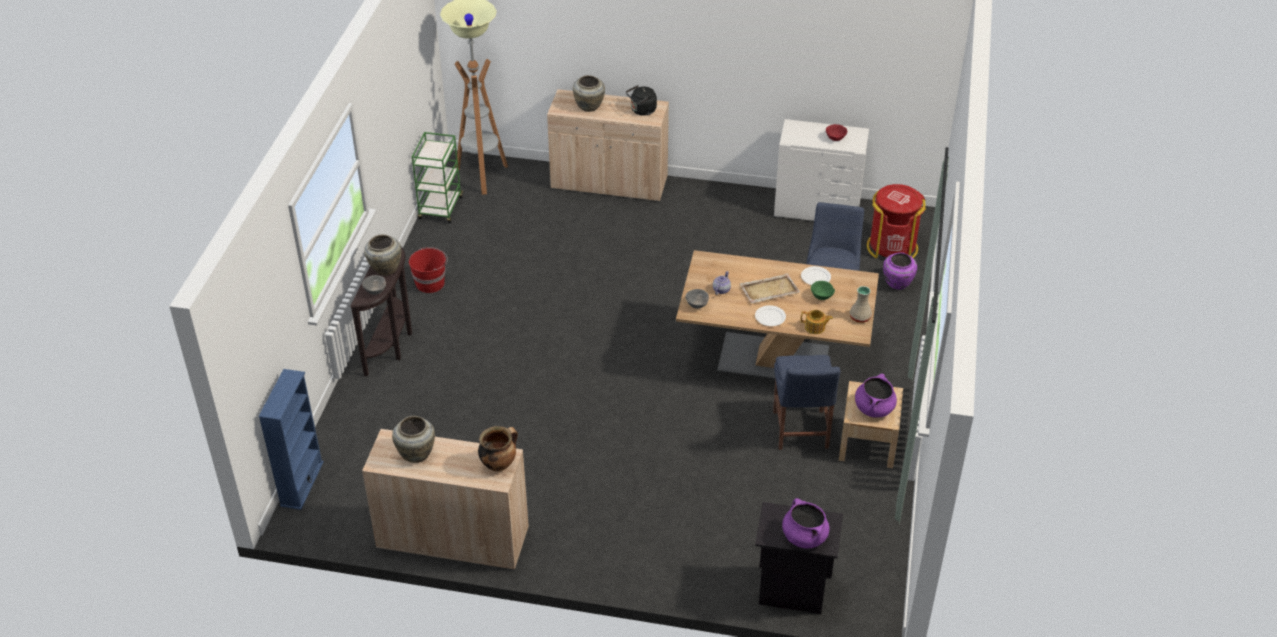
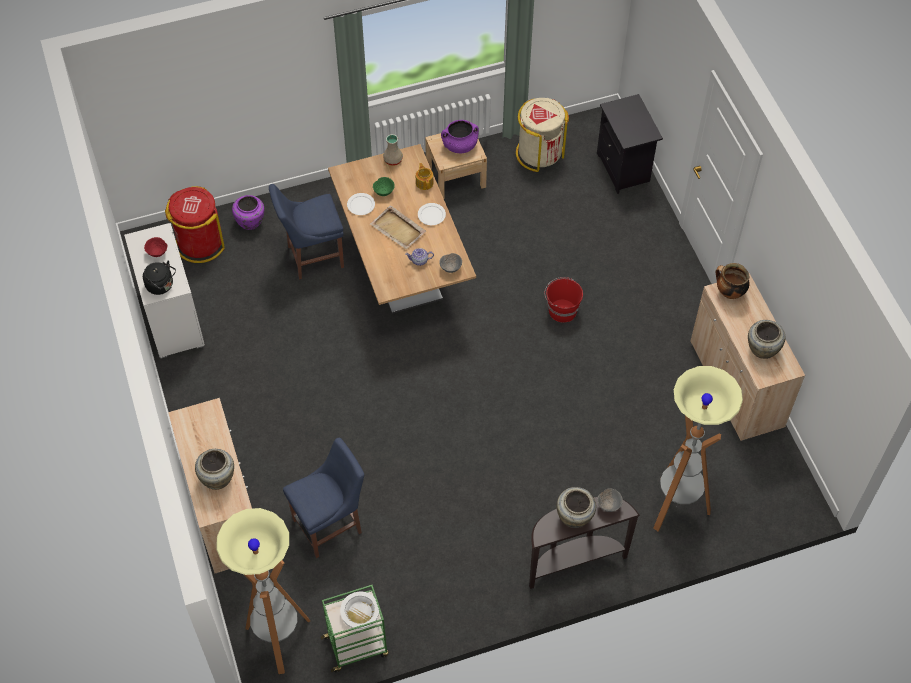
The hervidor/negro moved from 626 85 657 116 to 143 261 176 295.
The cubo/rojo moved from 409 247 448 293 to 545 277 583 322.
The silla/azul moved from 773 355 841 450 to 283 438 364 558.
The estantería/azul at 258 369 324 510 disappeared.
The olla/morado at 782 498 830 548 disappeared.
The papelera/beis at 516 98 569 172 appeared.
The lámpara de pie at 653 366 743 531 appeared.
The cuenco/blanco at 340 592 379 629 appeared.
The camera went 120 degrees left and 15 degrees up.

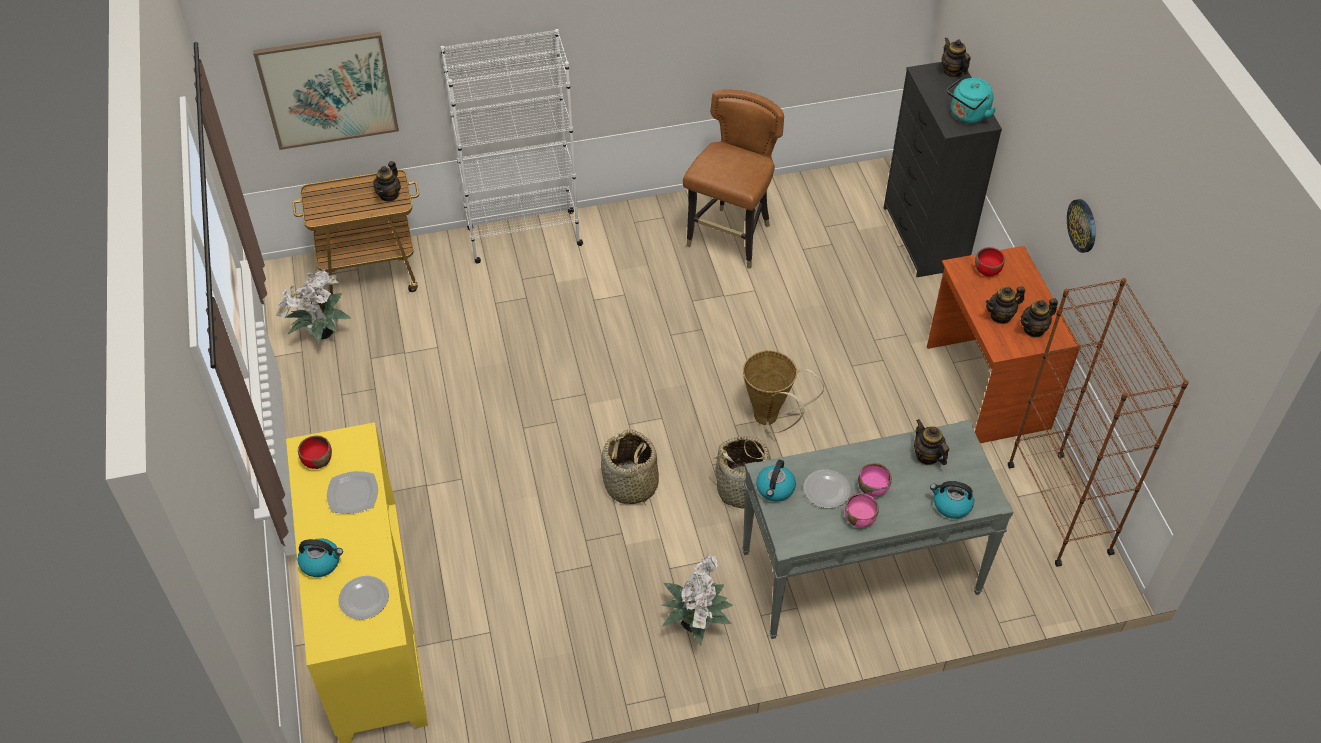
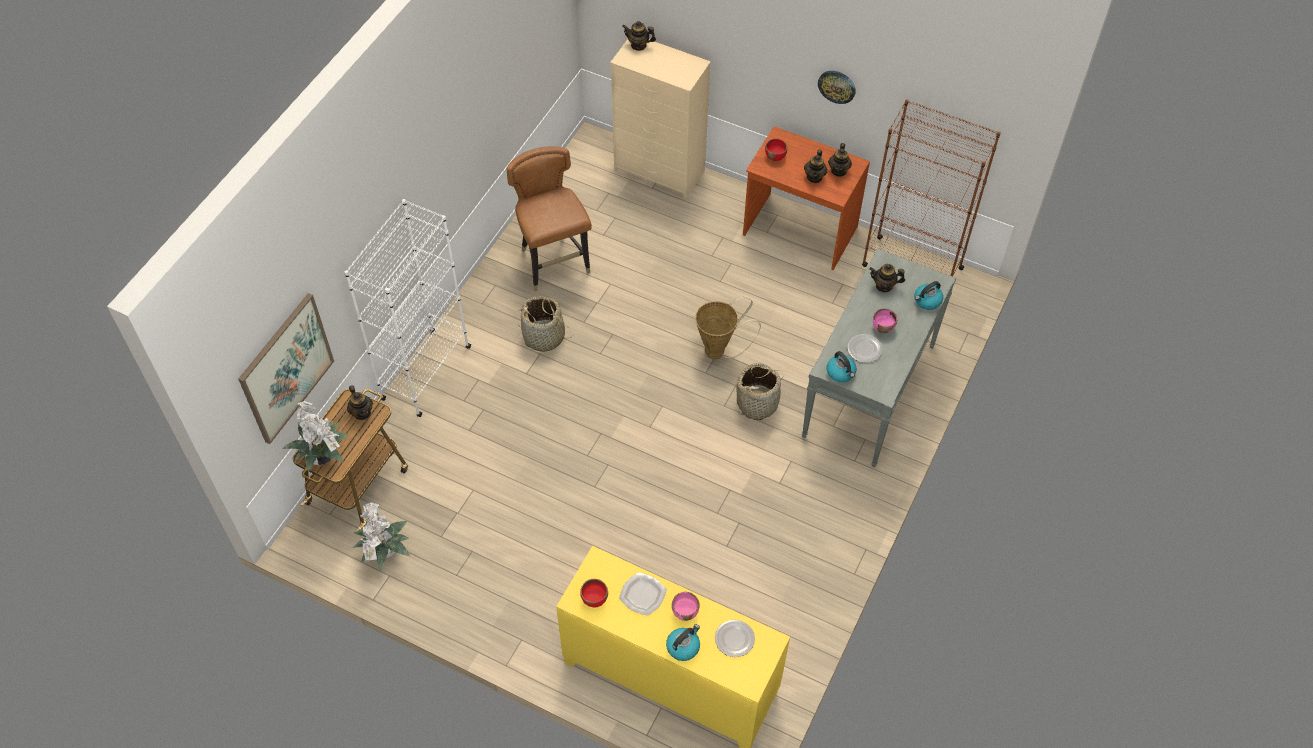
The cómoda/negro at 884 62 1002 277 became the cómoda/beis at 610 39 711 198.
The hervidor/turquesa at 947 77 997 124 disappeared.
The cesta moved from 601 430 659 506 to 519 296 571 352.
The cuenco/rosa moved from 845 493 879 527 to 672 592 700 621.
The planta en maceta moved from 662 554 733 646 to 282 401 349 472.
The camera went 50 degrees left and 5 degrees up.

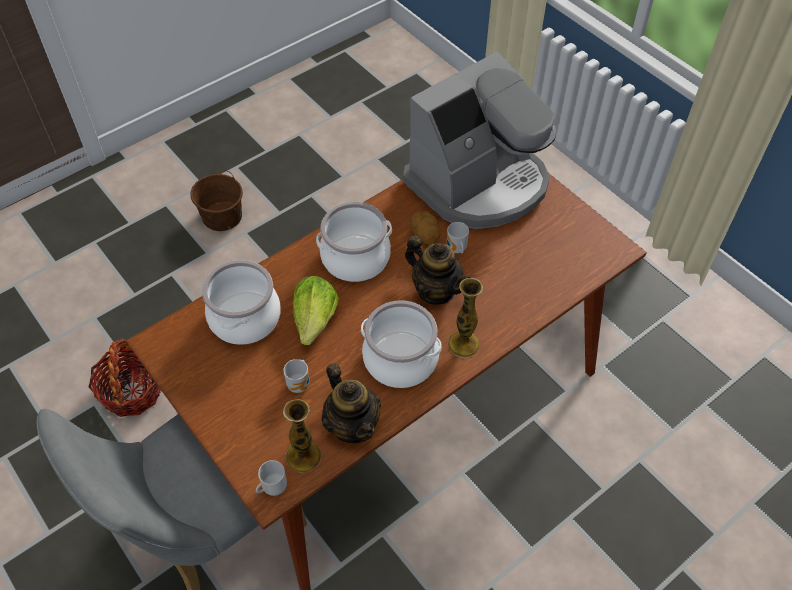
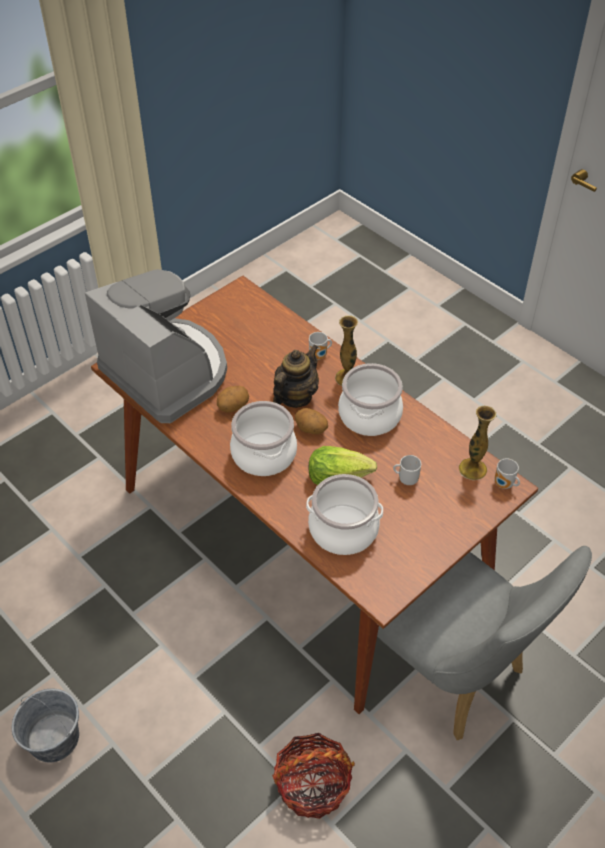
The cubo/marrón at 190 170 243 231 became the cubo/gris at 12 689 79 763.
The taza grande moved from 447 222 469 253 to 309 332 332 360.
The tetera at 322 363 381 443 disappeared.
The patata at 295 408 328 434 appeared.
The camera went 95 degrees left and 5 degrees down.

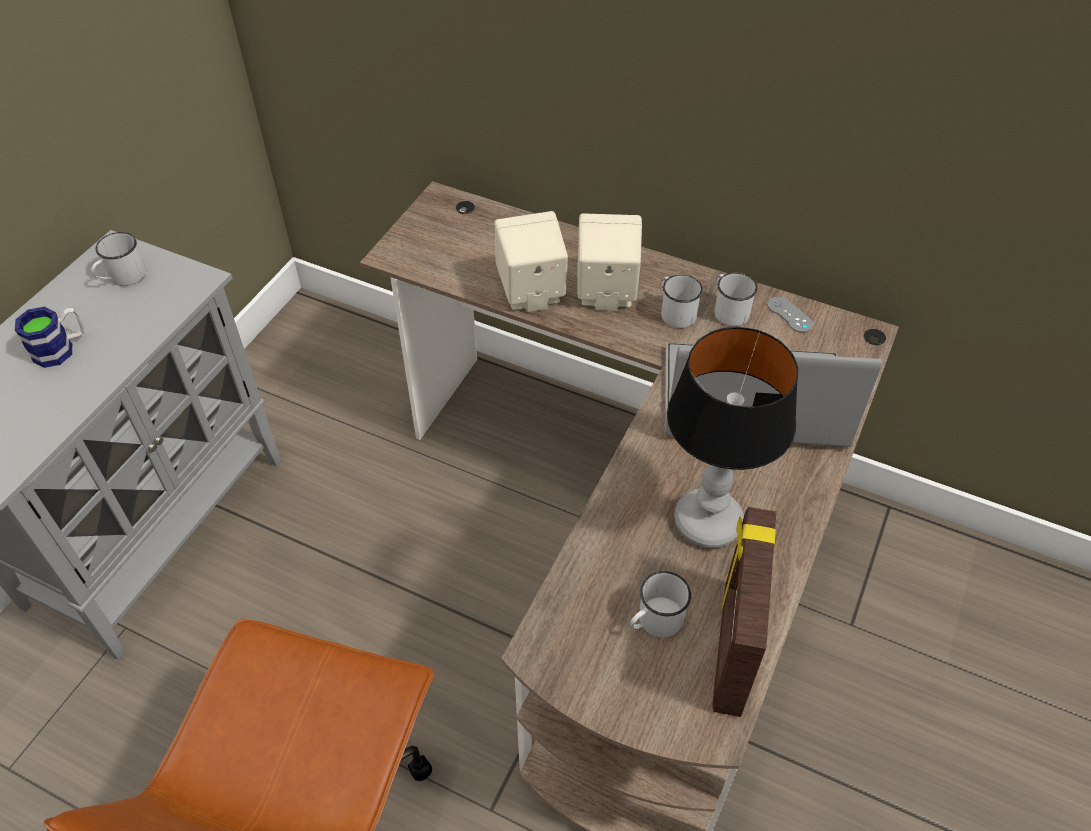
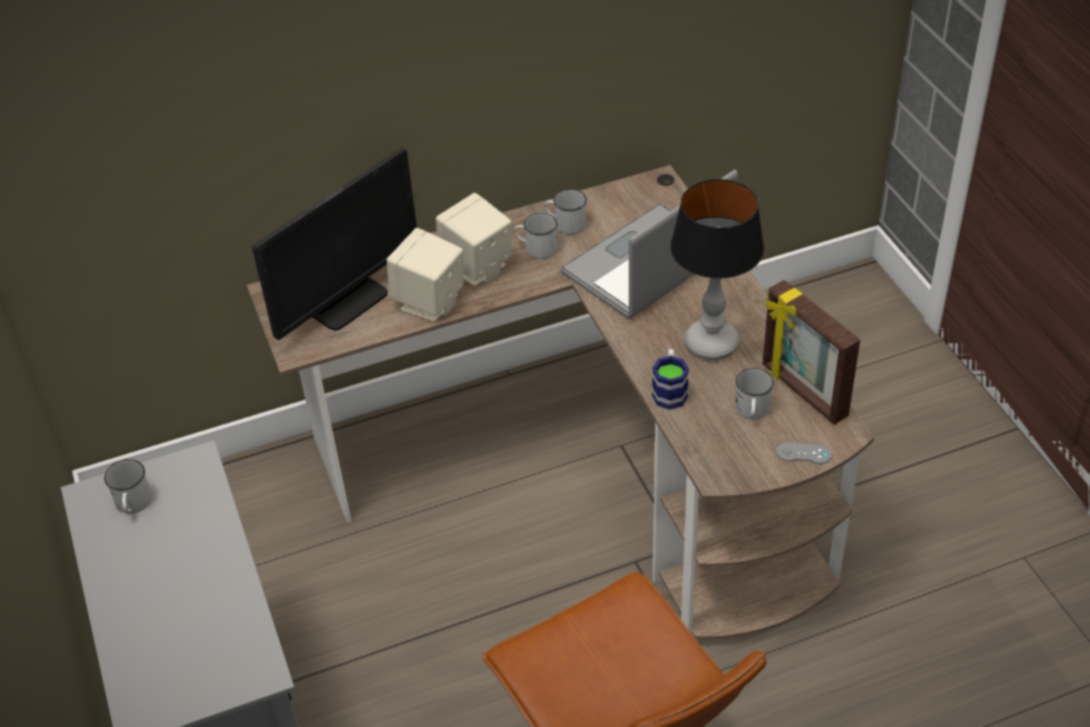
The mando de consola/gris moved from 767 297 813 333 to 776 442 832 464.
The taza grande moved from 15 307 84 368 to 652 349 689 410.
The monitor at 252 148 417 340 appeared.
The camera went 45 degrees left and 5 degrees down.

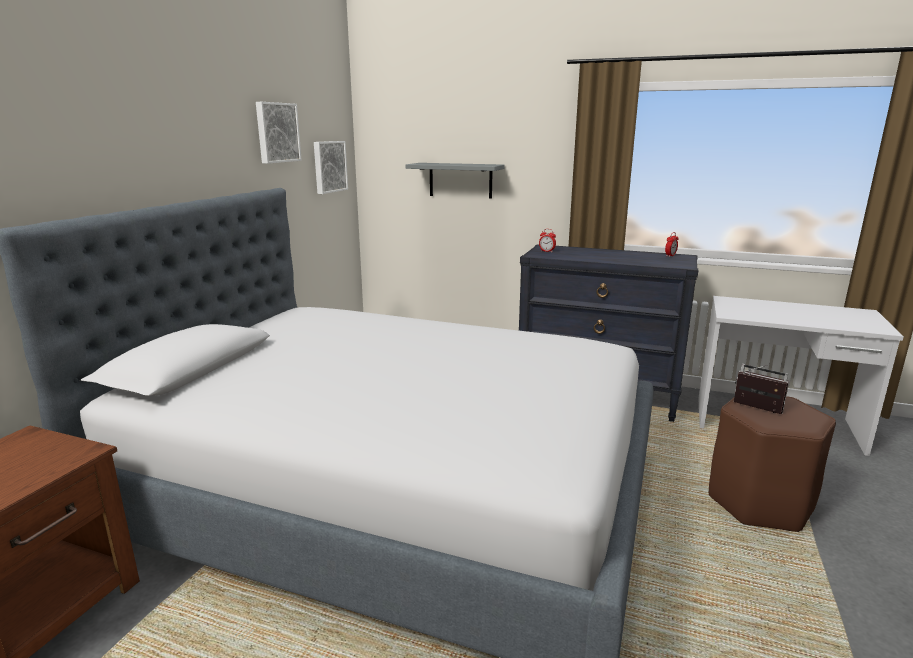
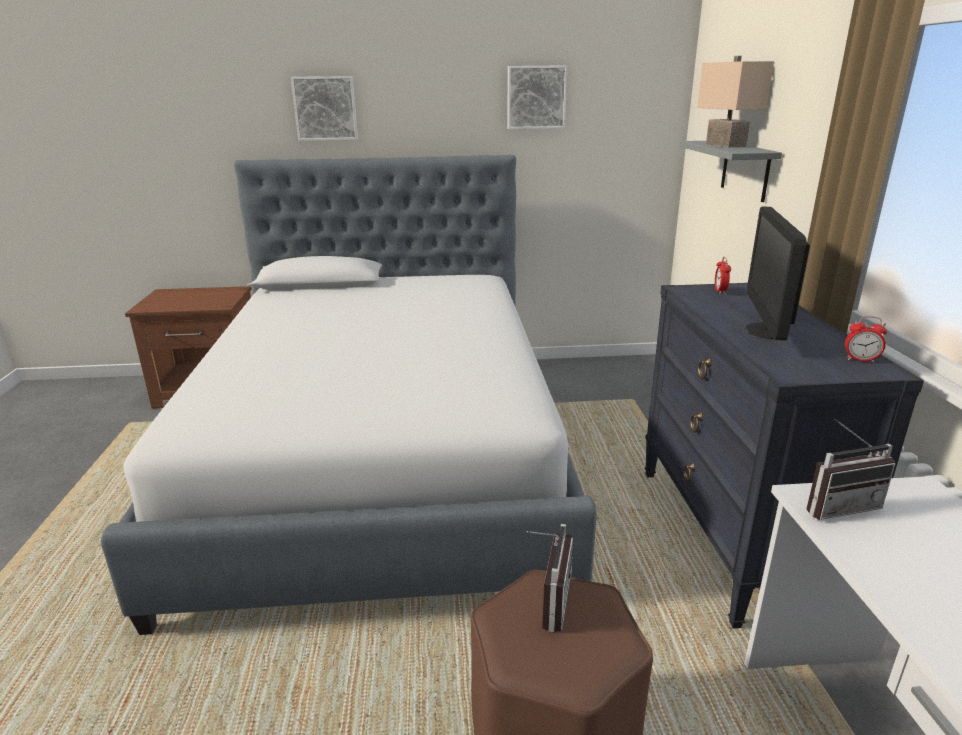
The cuadro moved from 314 141 348 194 to 291 76 358 141.
The lámpara de mesa/beis at 697 56 774 147 appeared.
The monitor at 746 207 810 341 appeared.
The radio at 806 418 896 520 appeared.
The camera went 65 degrees right and 5 degrees up.

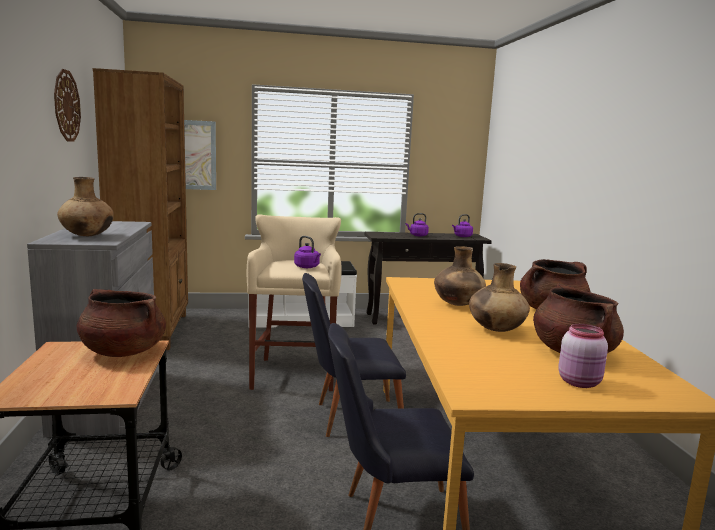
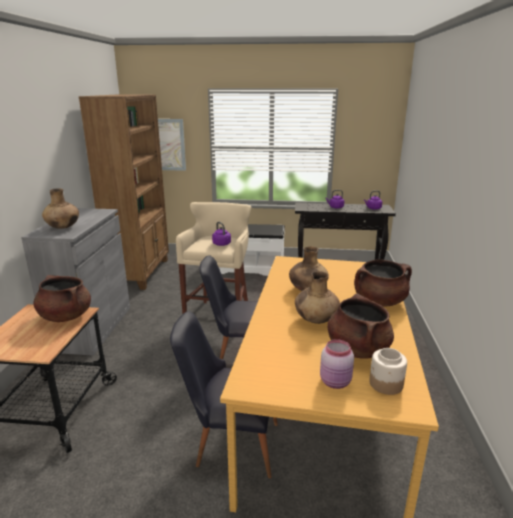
The reloj de pared at 54 69 81 141 disappeared.
The tarro at 369 348 407 395 appeared.
The camera went 15 degrees right and 10 degrees up.

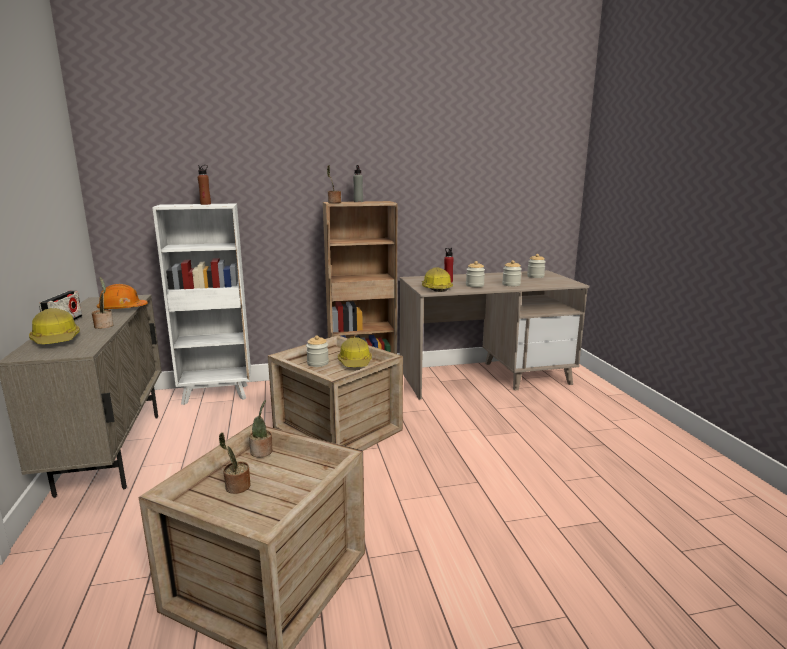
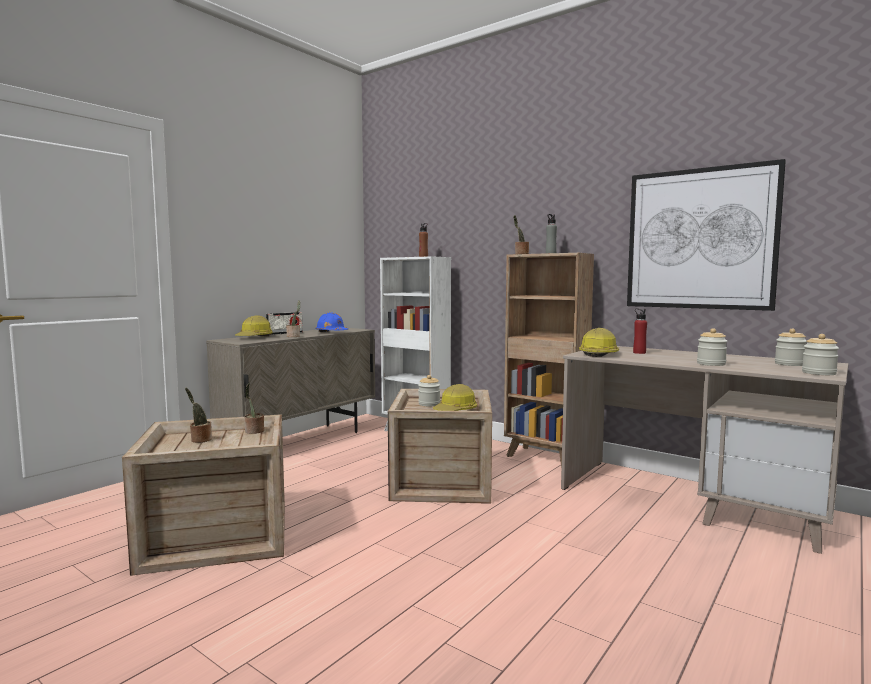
The tarro moved from 466 261 485 287 to 802 334 839 375.
The casco/naranja at 97 284 148 310 became the casco/azul at 315 312 348 332.
The cuadro at 627 159 786 311 appeared.
The camera went 50 degrees right and 10 degrees down.

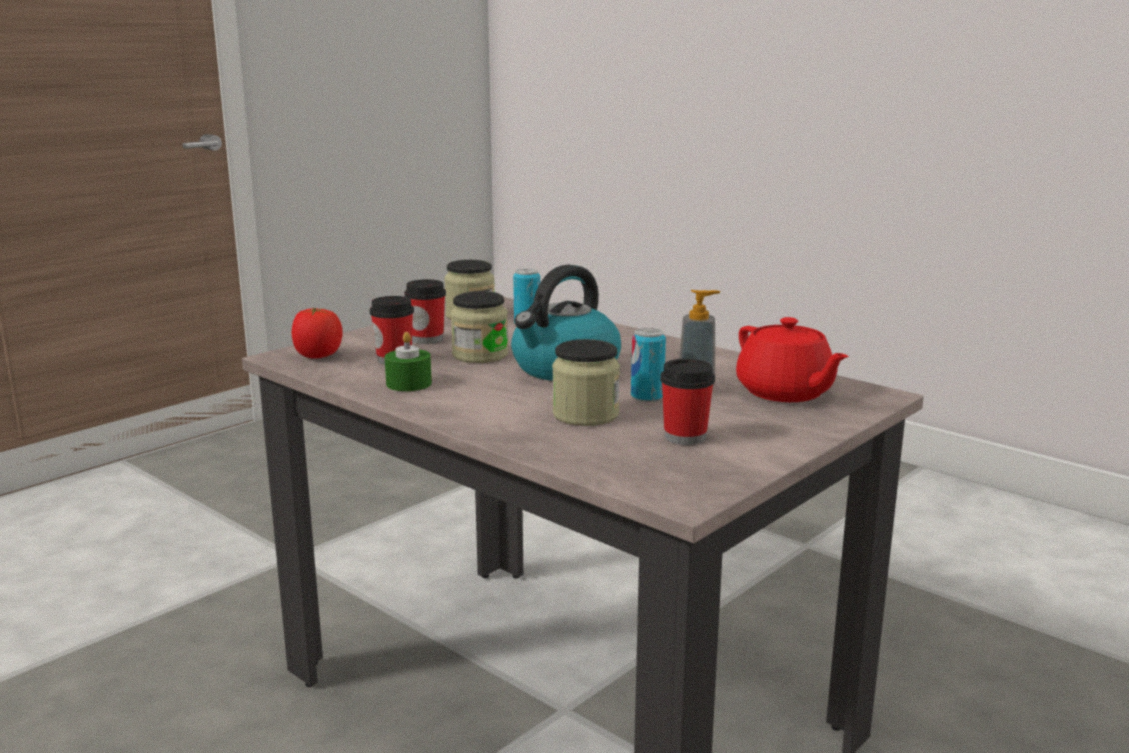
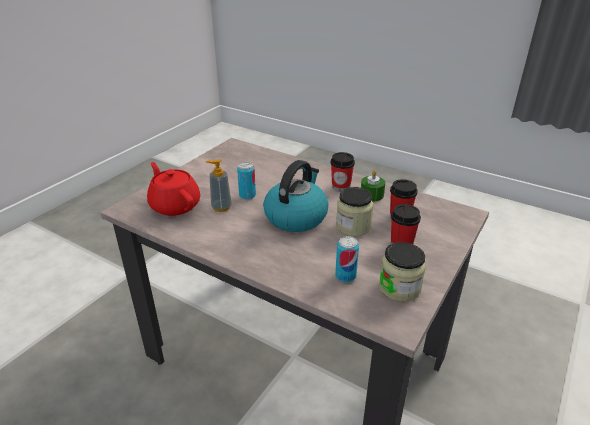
The tomate at 292 308 343 358 disappeared.
The tarro at 552 339 620 426 disappeared.
The taza moved from 660 359 715 445 to 330 152 355 191.
The camera went 170 degrees right and 15 degrees up.

